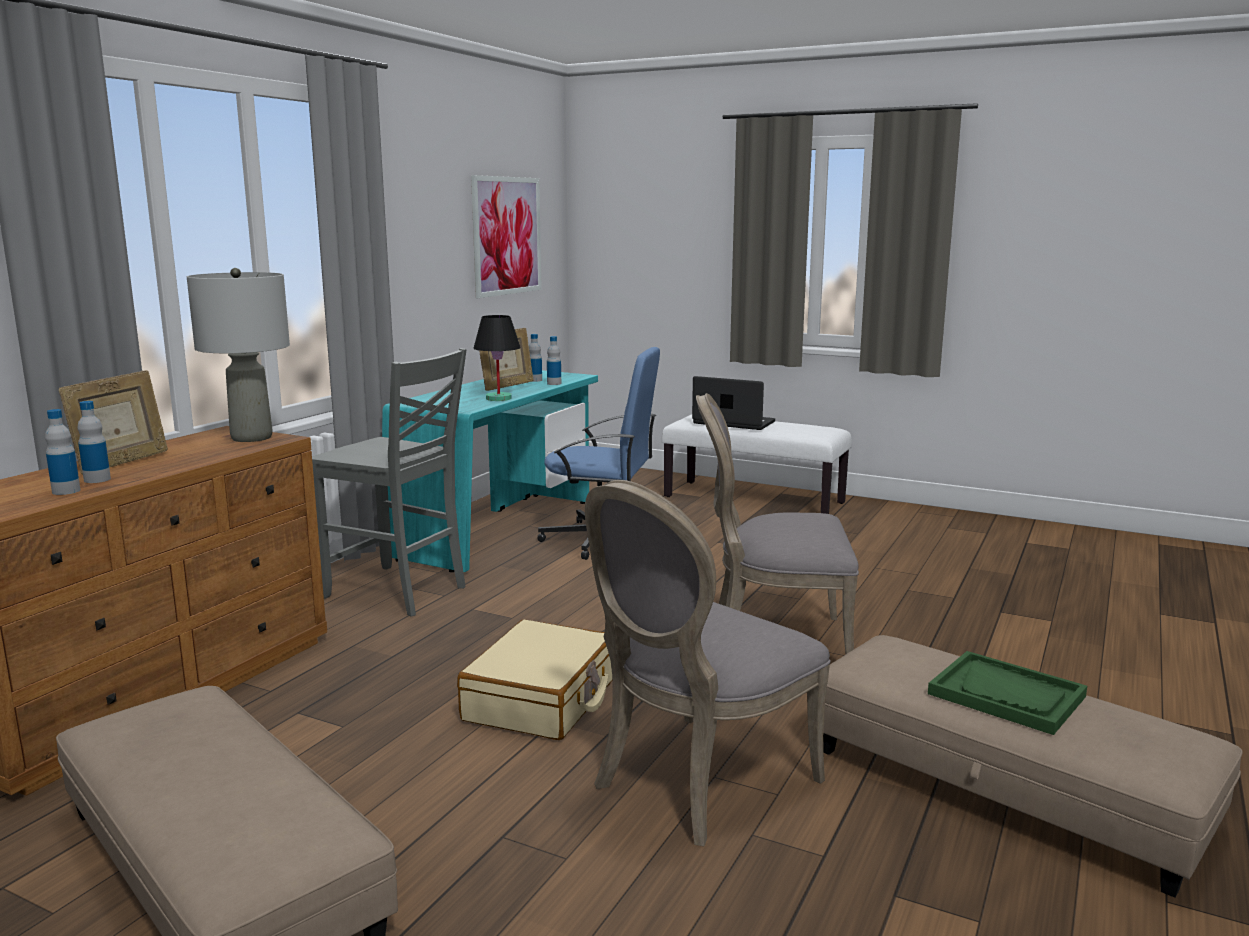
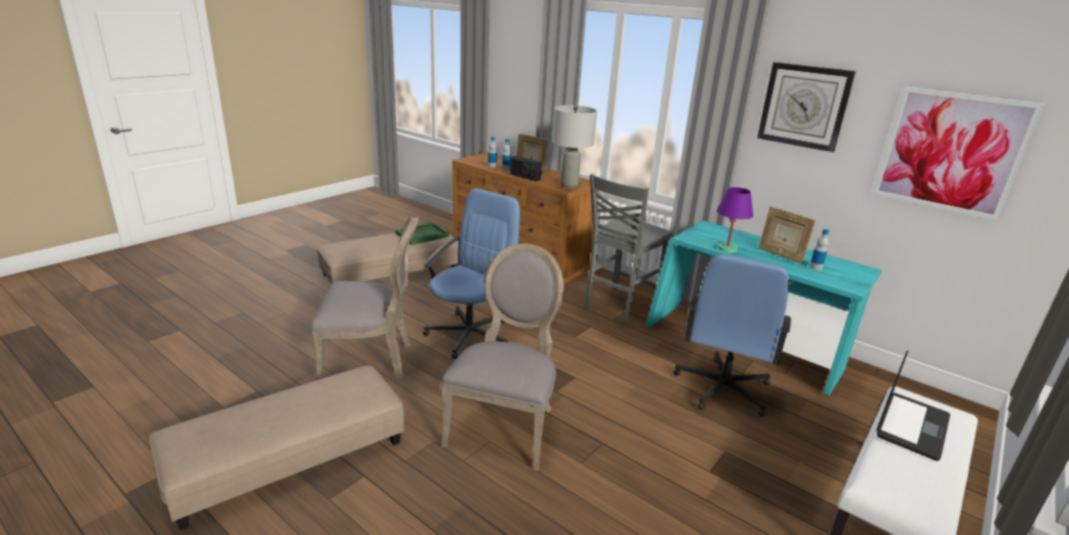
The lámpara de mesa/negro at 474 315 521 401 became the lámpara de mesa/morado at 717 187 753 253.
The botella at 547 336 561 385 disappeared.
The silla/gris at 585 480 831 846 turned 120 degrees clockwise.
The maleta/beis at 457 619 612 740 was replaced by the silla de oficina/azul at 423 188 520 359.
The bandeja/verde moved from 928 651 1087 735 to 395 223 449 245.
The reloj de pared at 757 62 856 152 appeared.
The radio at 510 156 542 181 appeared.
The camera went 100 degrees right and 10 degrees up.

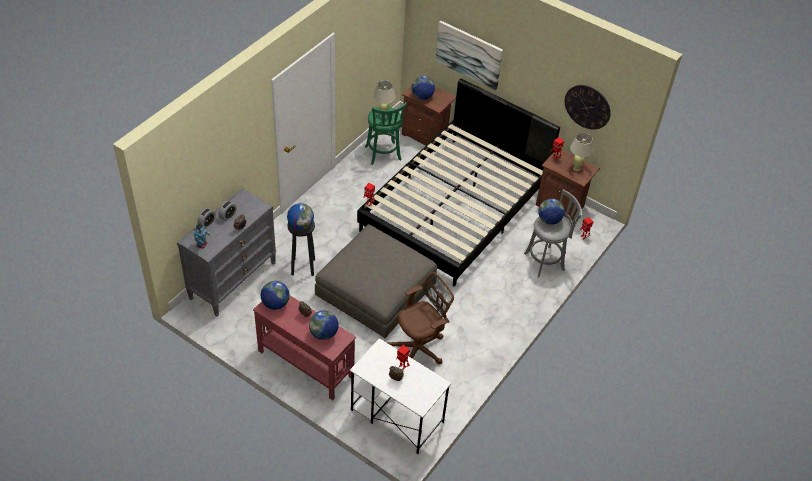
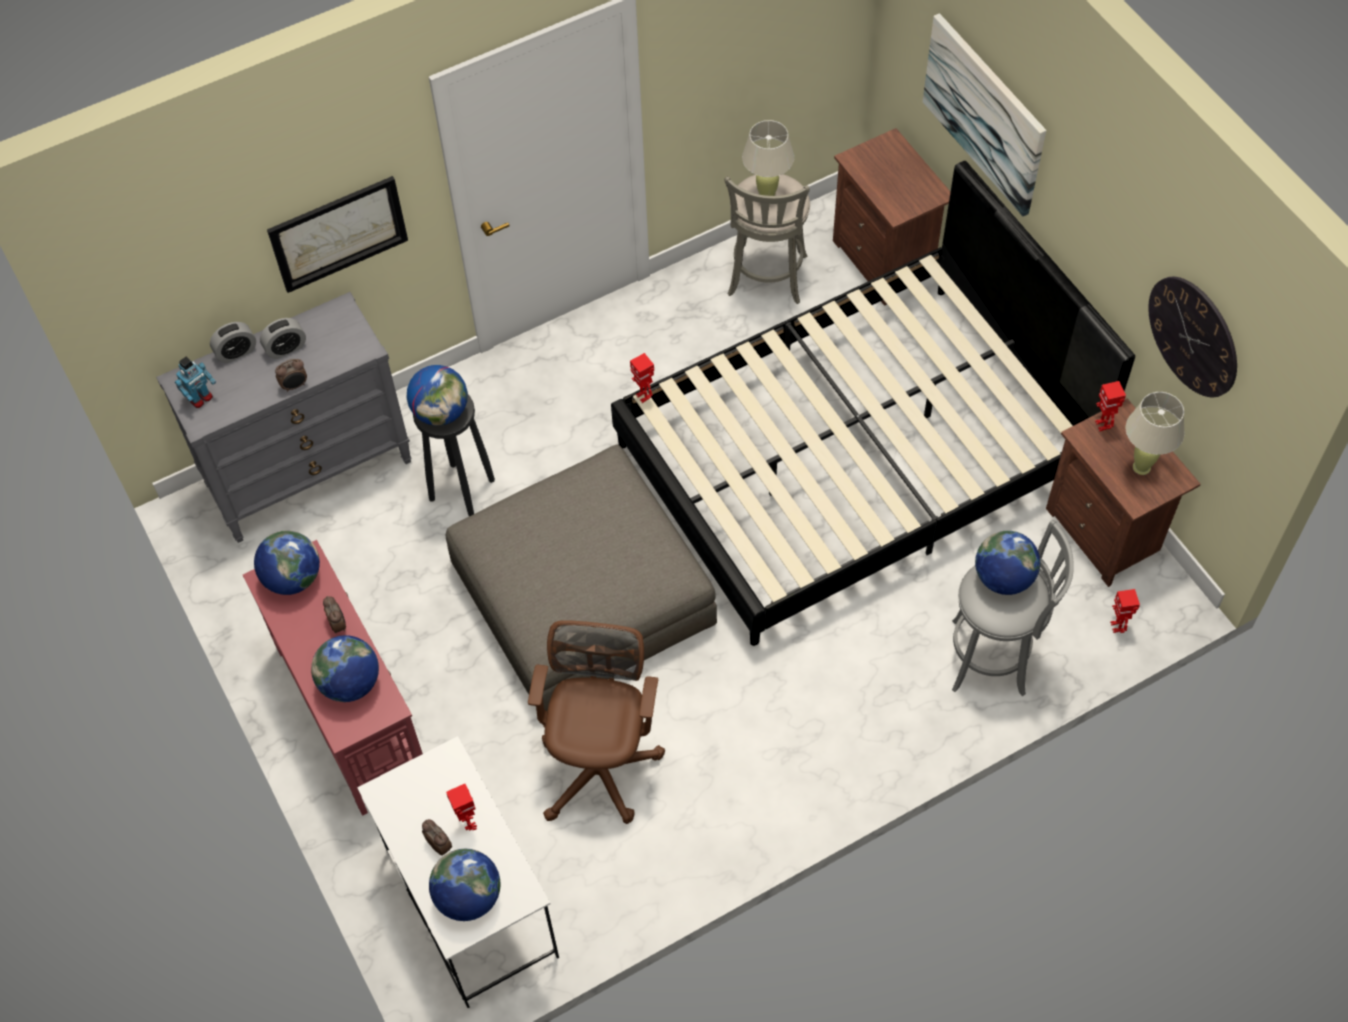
The globo terráqueo moved from 412 76 435 100 to 429 849 500 921.
The taburete/verde at 365 102 407 165 became the taburete/gris at 724 174 810 304.
The silla de oficina/marrón at 386 272 454 364 turned 75 degrees counterclockwise.
The cuadro at 267 176 408 293 appeared.
The camera went 30 degrees right and 10 degrees up.

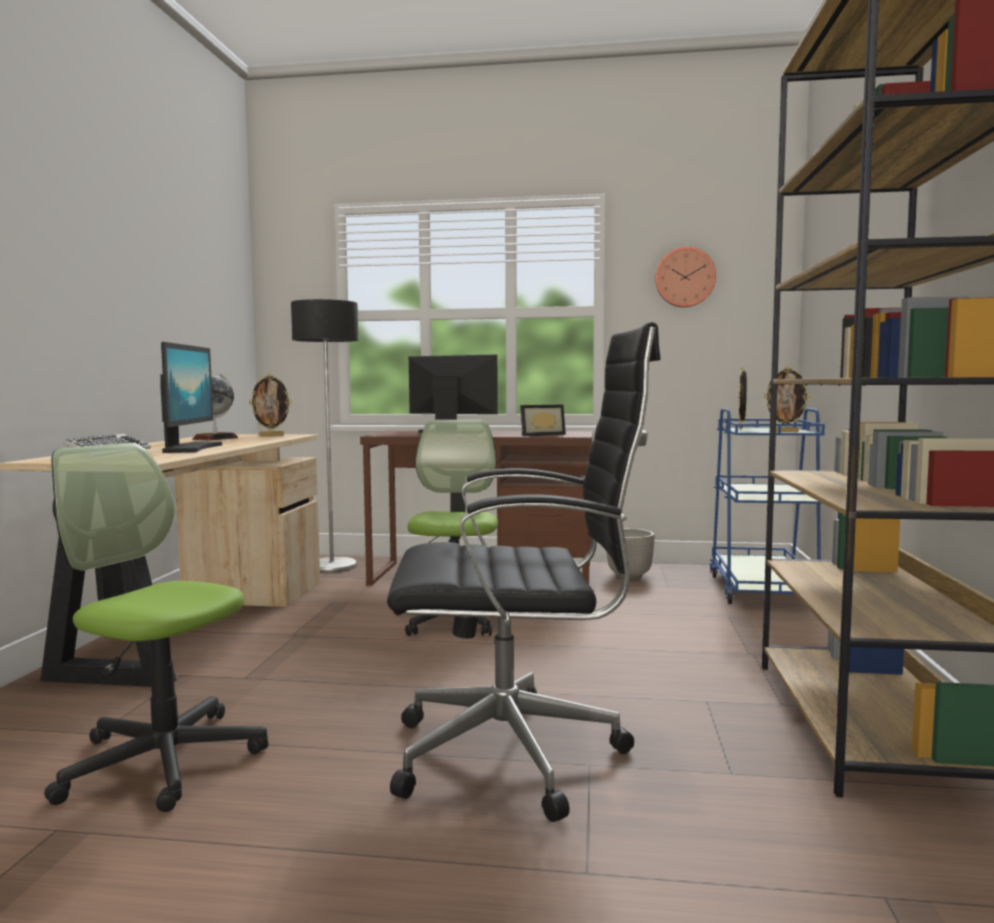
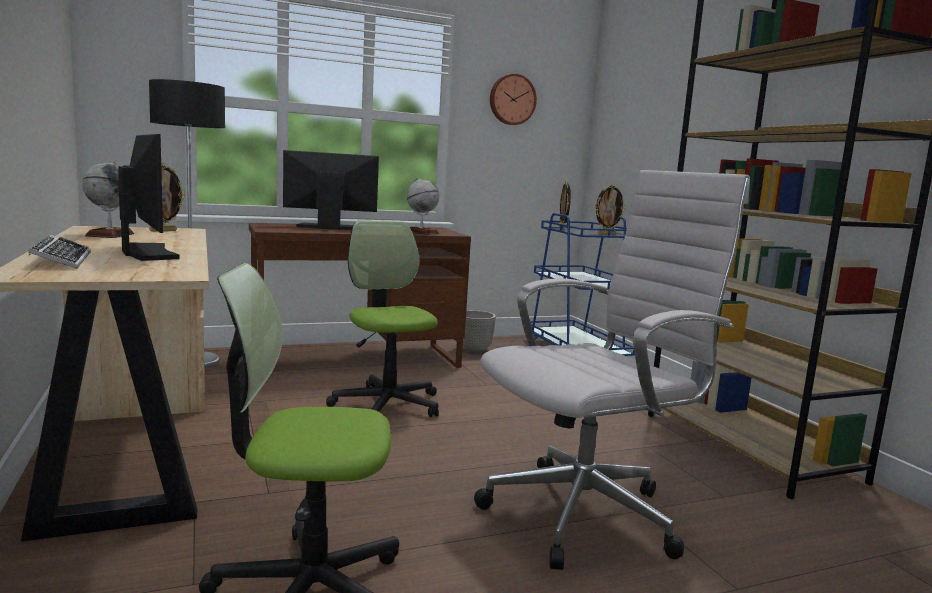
The silla de oficina/negro at 387 322 660 822 became the silla de oficina/blanco at 474 170 750 570.
The portarretratos at 520 404 566 436 was replaced by the globo terráqueo at 406 177 439 235.
The camera went 30 degrees left and 5 degrees up.

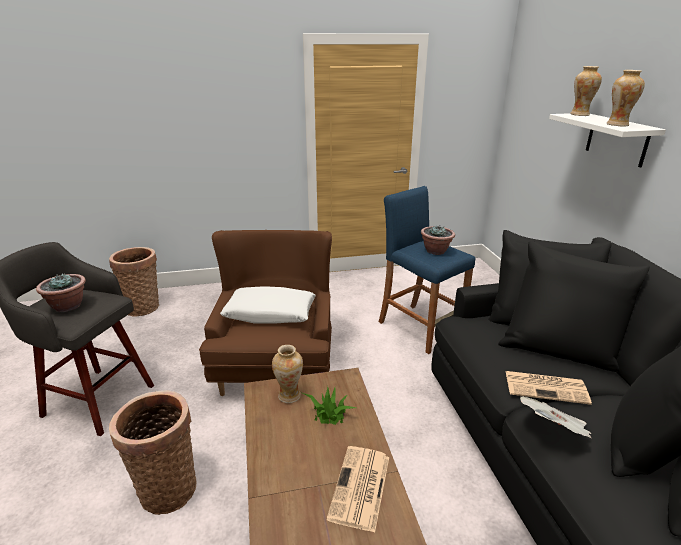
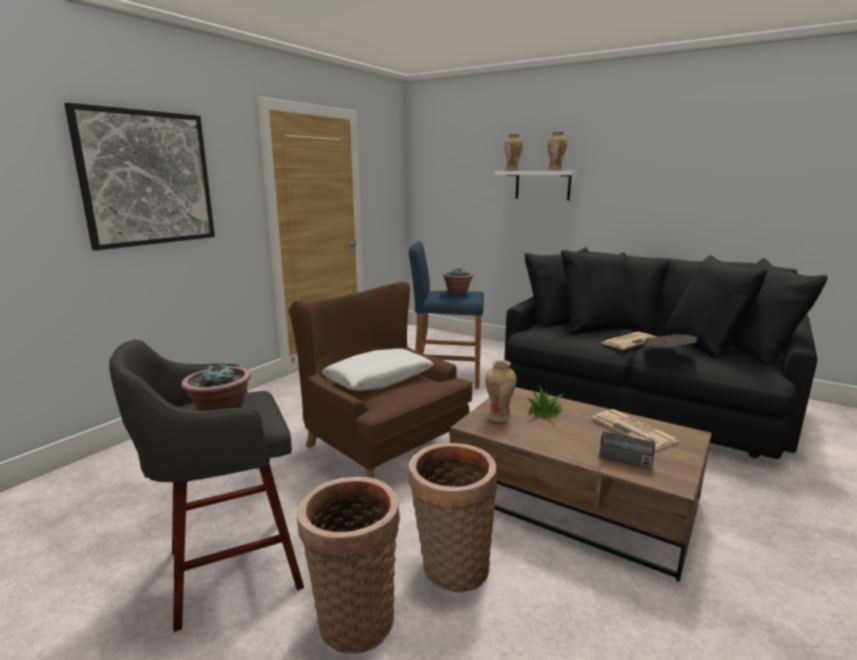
The cesta moved from 109 247 159 317 to 297 477 400 654.
The cuadro at 64 103 215 251 appeared.
The radio at 578 408 656 470 appeared.
The camera went 45 degrees left and 10 degrees down.

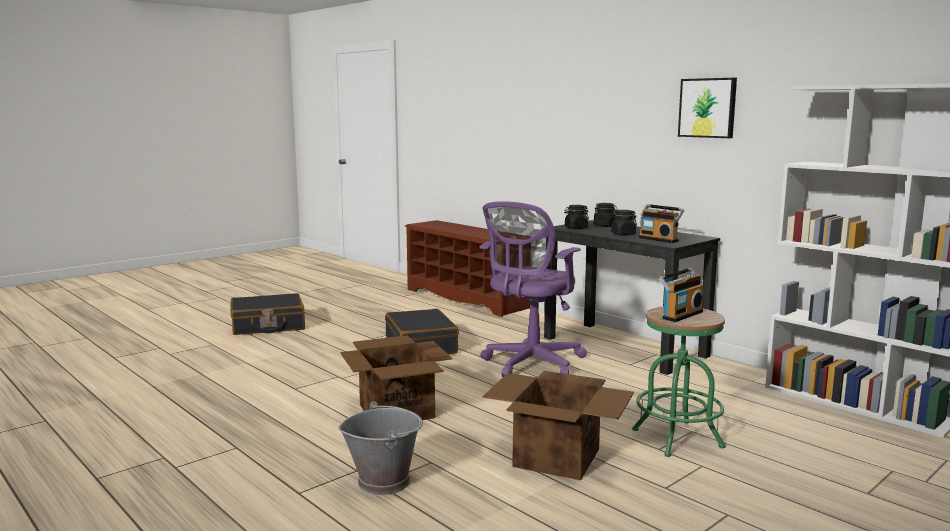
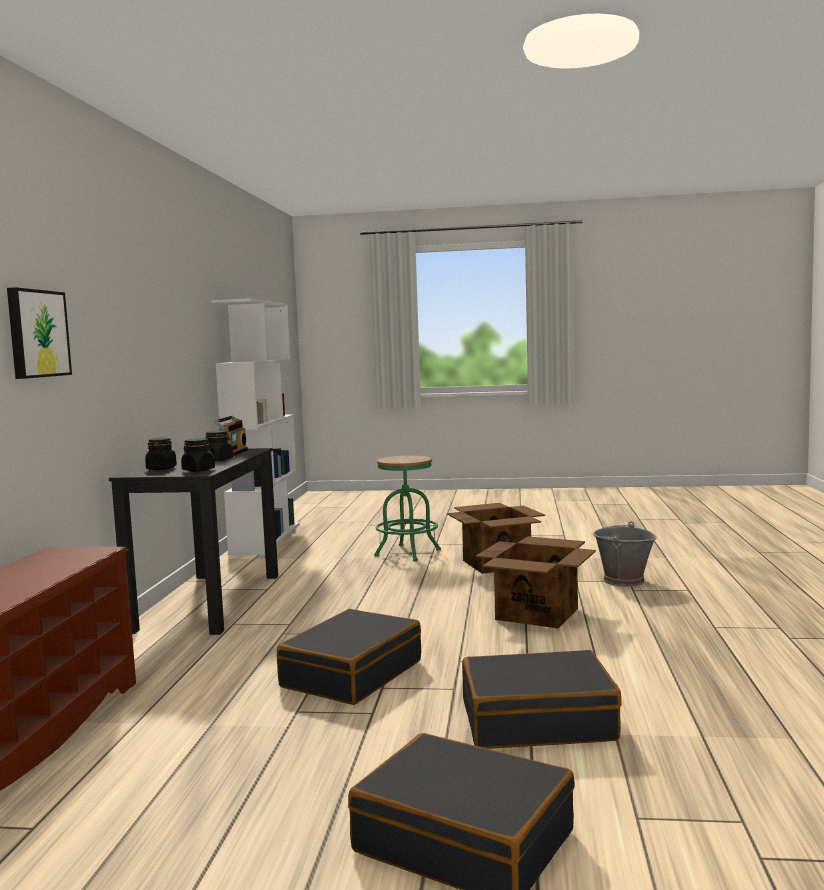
The cuadro moved from 678 78 737 138 to 7 287 72 379.
The silla de oficina/morado at 479 201 587 377 disappeared.
The radio at 659 268 703 322 disappeared.
The maleta/negro at 462 650 622 749 appeared.
The camera went 130 degrees left and 5 degrees down.

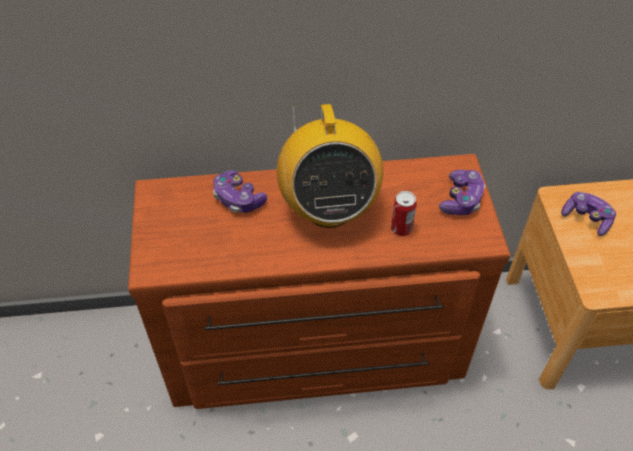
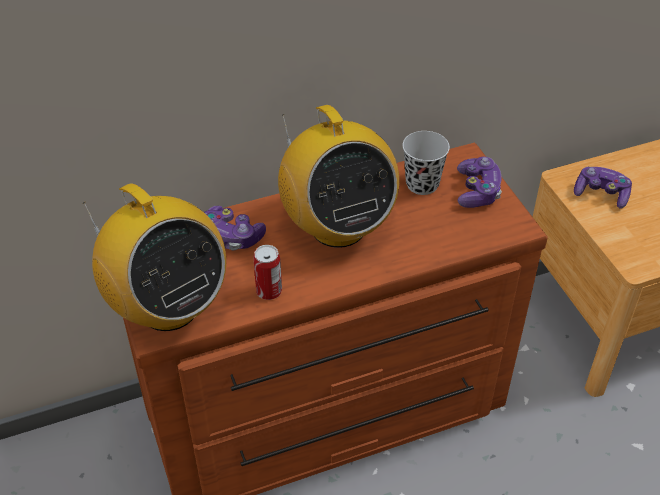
The lata moved from 391 191 417 236 to 254 245 282 300.
The taza/negro at 402 131 450 195 appeared.
The radio at 83 183 226 331 appeared.
The camera went 15 degrees left and 5 degrees down.

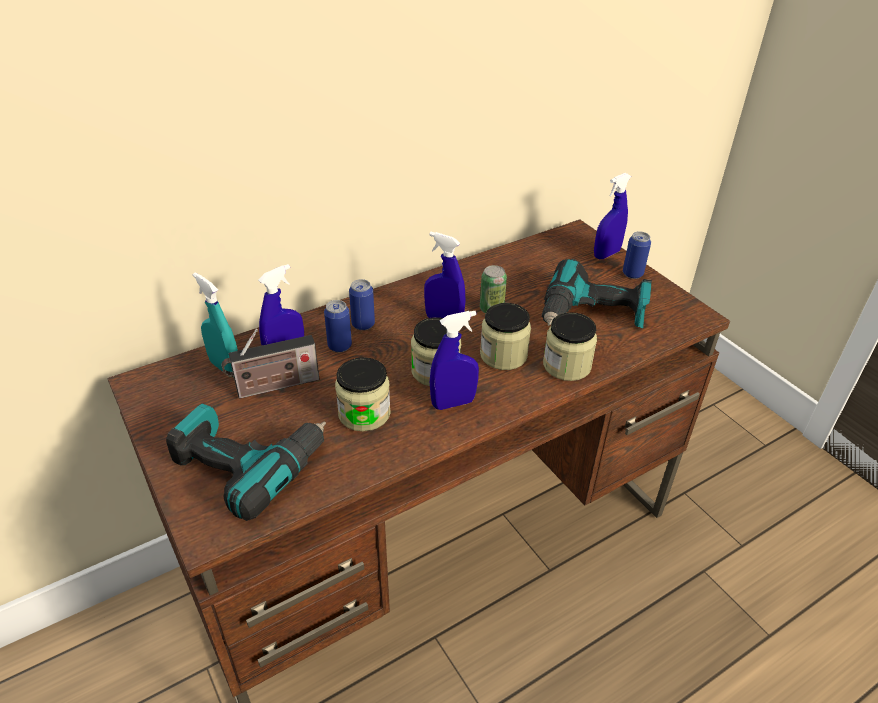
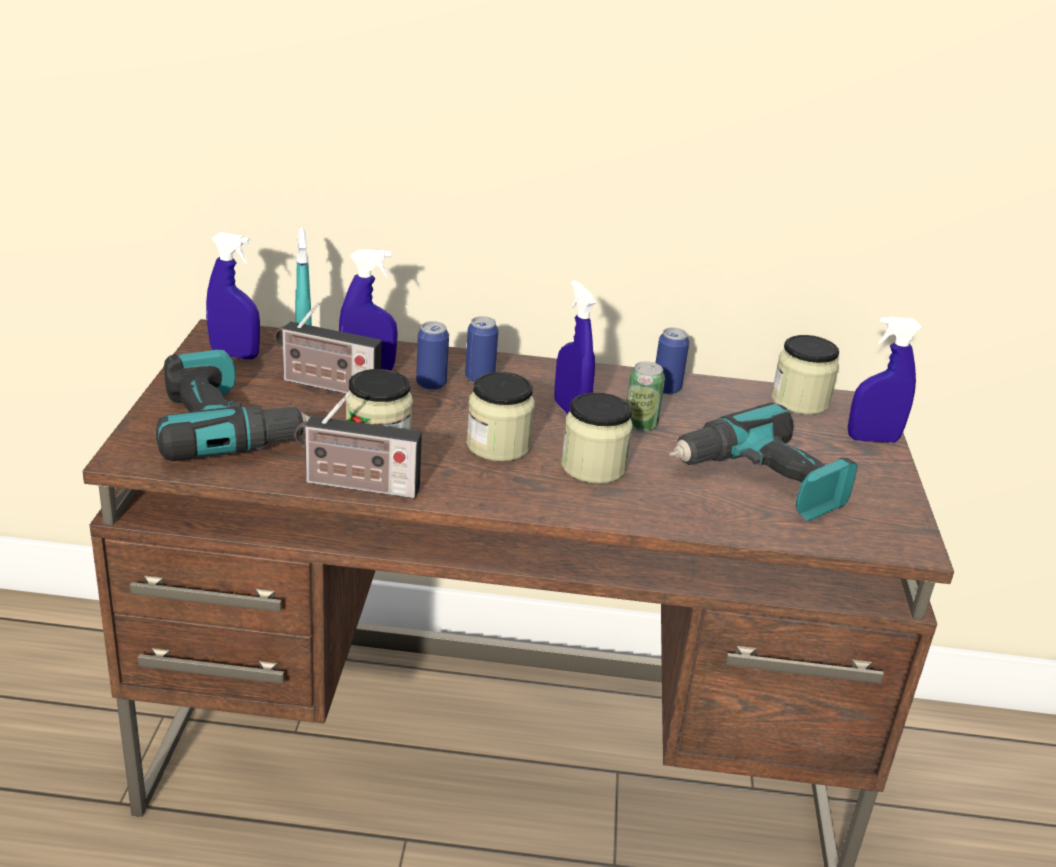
The lata moved from 623 231 651 279 to 655 327 689 394.
The pulverizador/azul moved from 430 311 479 410 to 206 232 260 359.
The tarro moved from 543 312 597 381 to 771 335 839 415.
The radio at 295 393 422 499 appeared.
The camera went 35 degrees right and 10 degrees down.

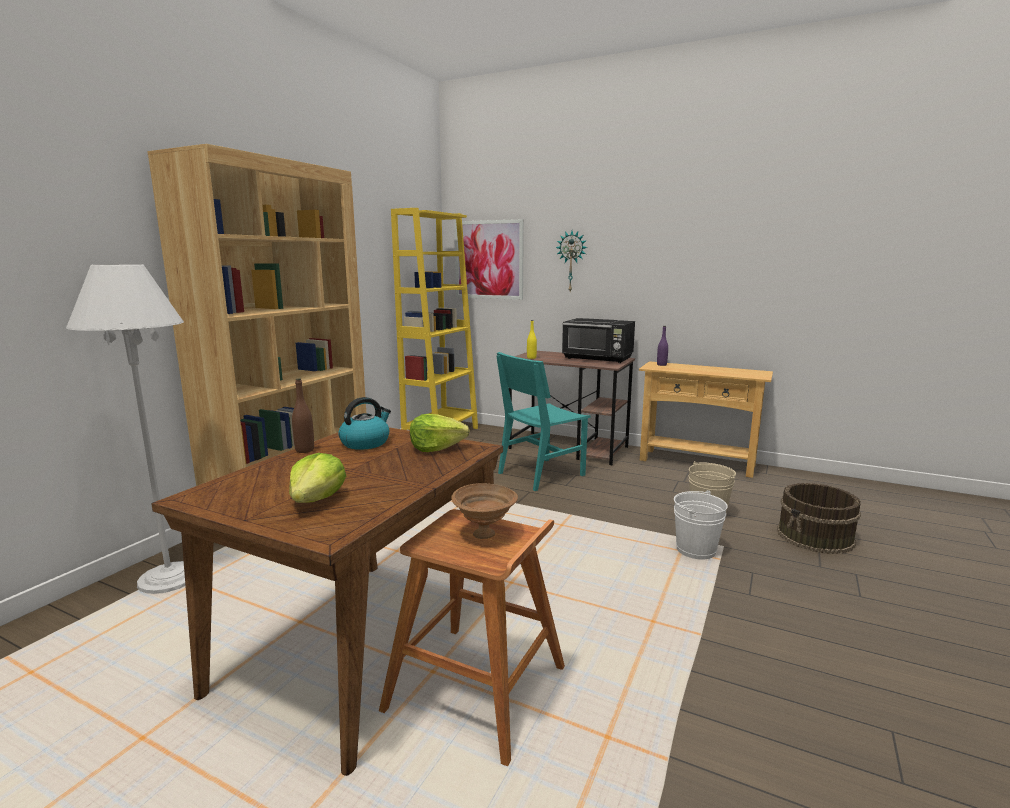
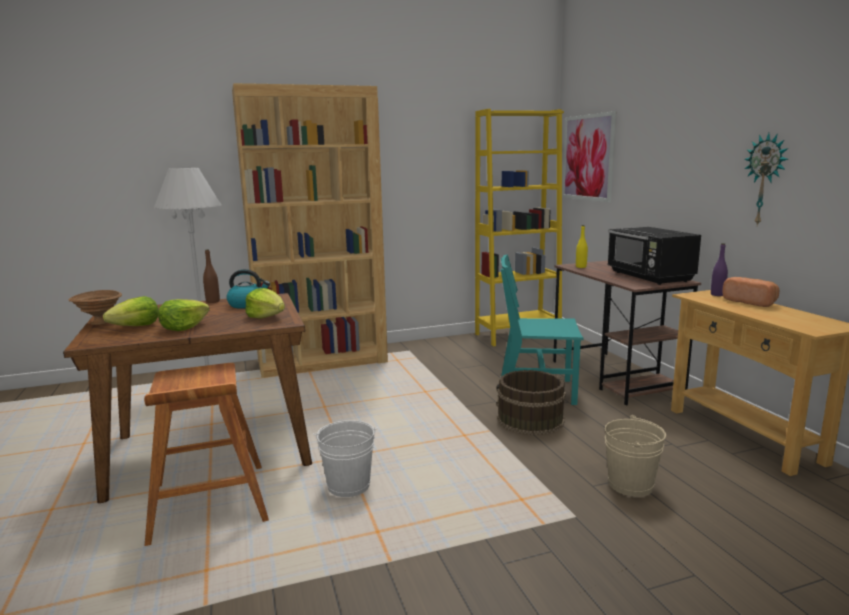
The reloj de pared moved from 556 231 588 291 to 744 133 788 226.
The cuenco/marrón moved from 451 483 518 539 to 69 290 122 325.
The cubo/marrón moved from 777 483 861 554 to 496 370 566 435.
The cubo/blanco moved from 674 490 728 560 to 313 420 378 497.
The pan at 722 277 779 307 appeared.
The lechuga at 158 299 210 331 appeared.
The camera went 45 degrees right and 0 degrees up.

